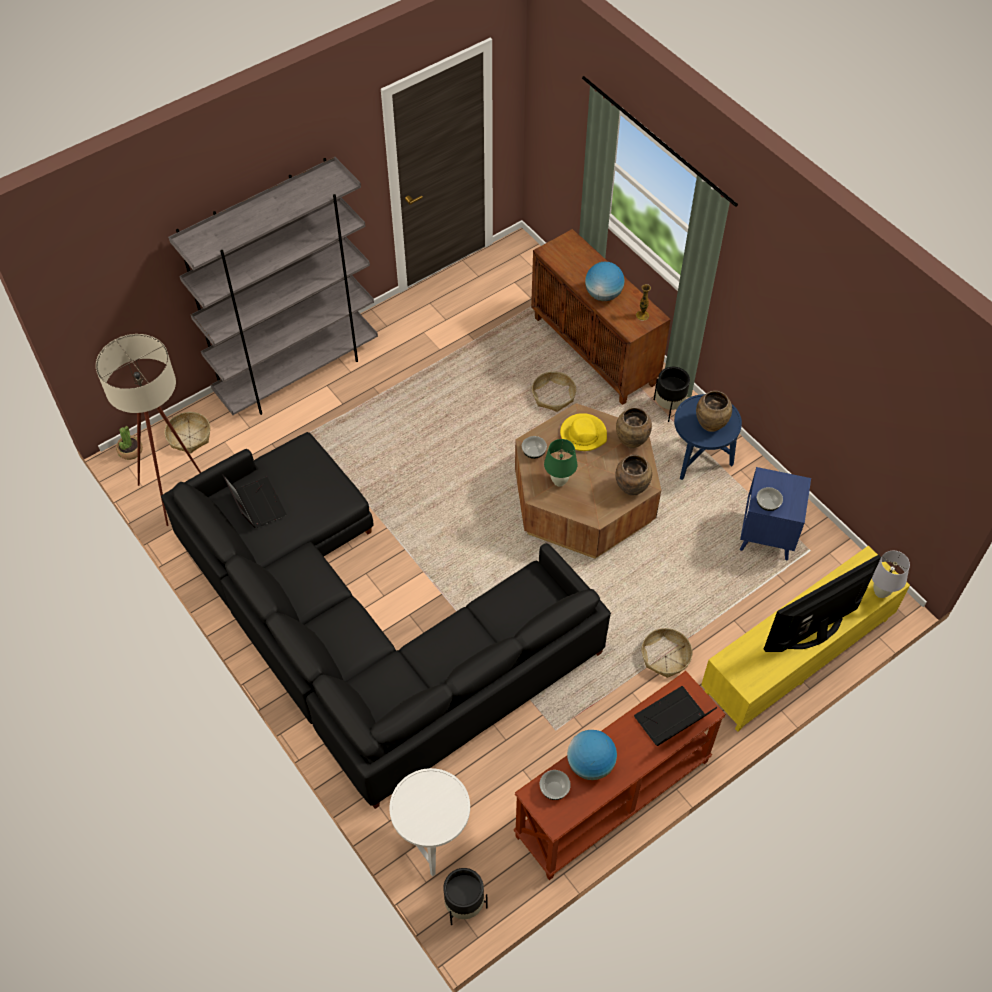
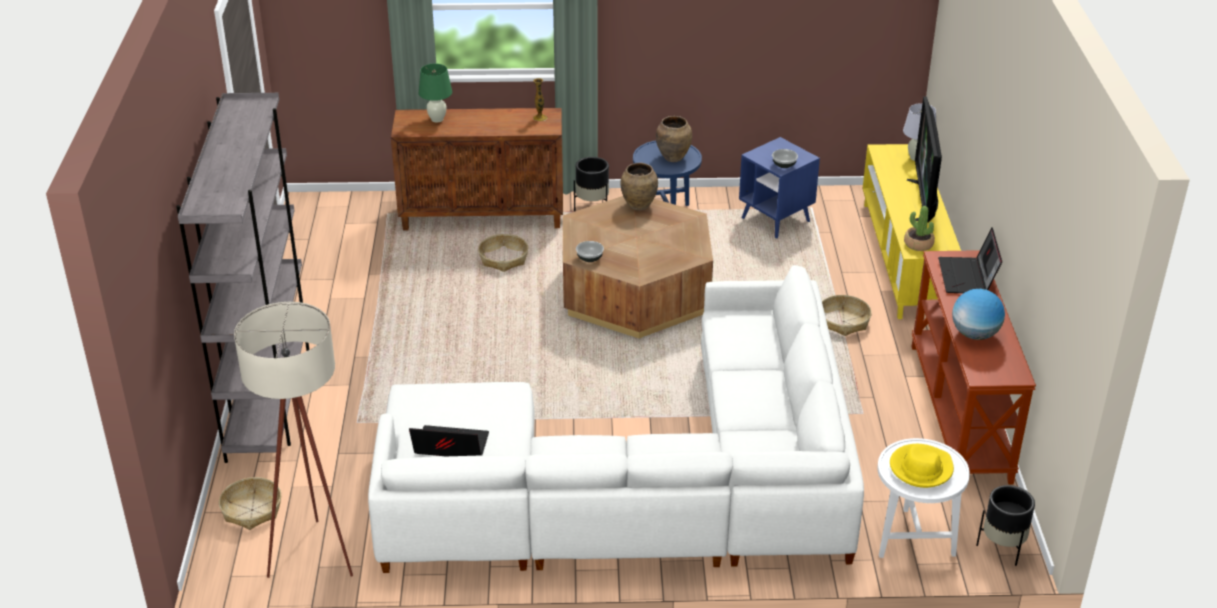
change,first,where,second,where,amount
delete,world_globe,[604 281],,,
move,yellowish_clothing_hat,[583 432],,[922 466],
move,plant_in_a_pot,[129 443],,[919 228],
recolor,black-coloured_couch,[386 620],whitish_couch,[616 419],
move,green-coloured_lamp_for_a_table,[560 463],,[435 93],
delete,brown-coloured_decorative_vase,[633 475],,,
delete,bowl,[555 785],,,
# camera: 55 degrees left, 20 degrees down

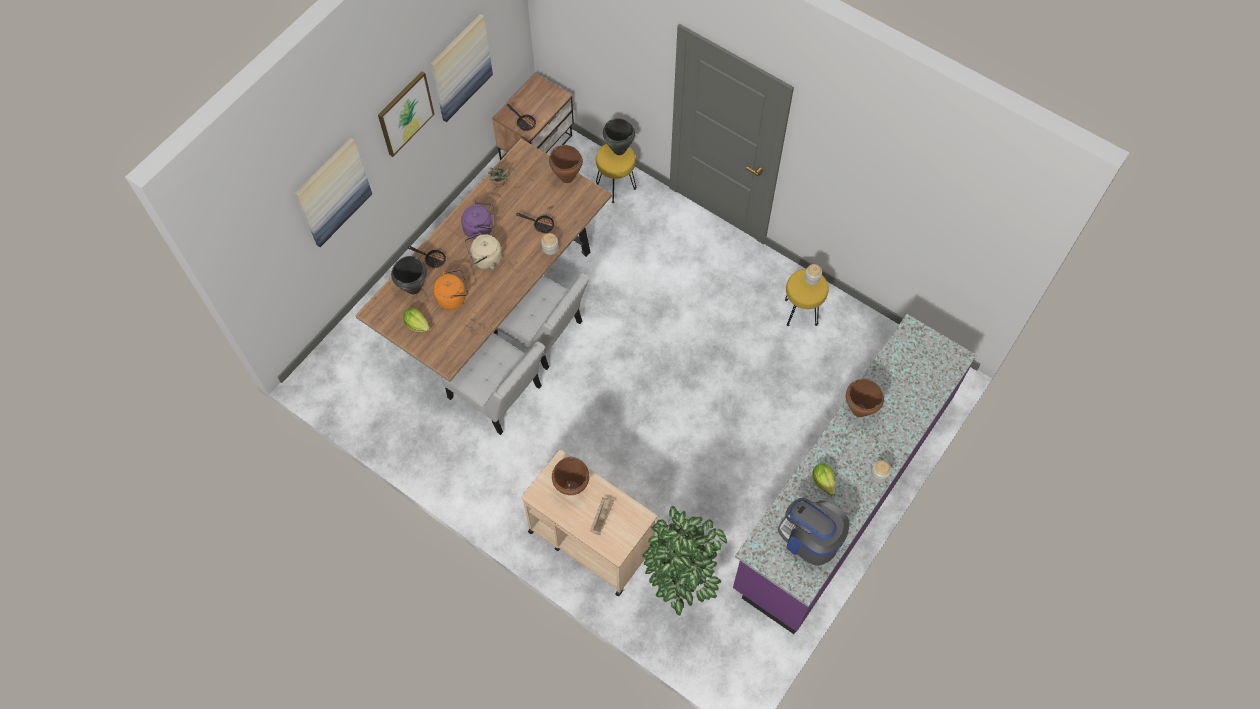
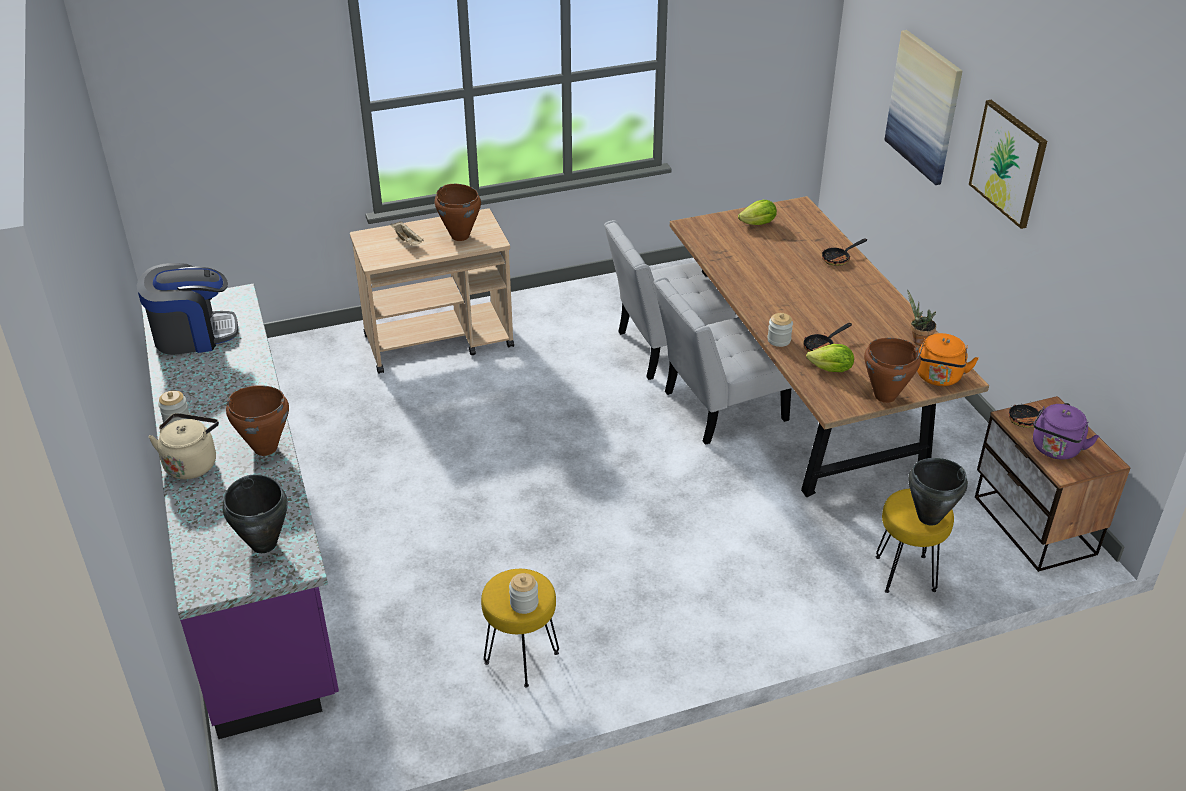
change,first,where,second,where,amount
delete,wall_picture,[462 68],,,
move,purple_water_kettle,[477 219],,[1066 432],
move,beige_water_kettle,[483 251],,[183 446],
move,black-coloured_cooking_pot,[408 275],,[255 513],
move,orange_water_kettle,[450 289],,[948 359],
move,head_of_lettuce,[824 479],,[830 358],
delete,plant_in_a_pot,[684 561],,,
# camera: 125 degrees right, 25 degrees down

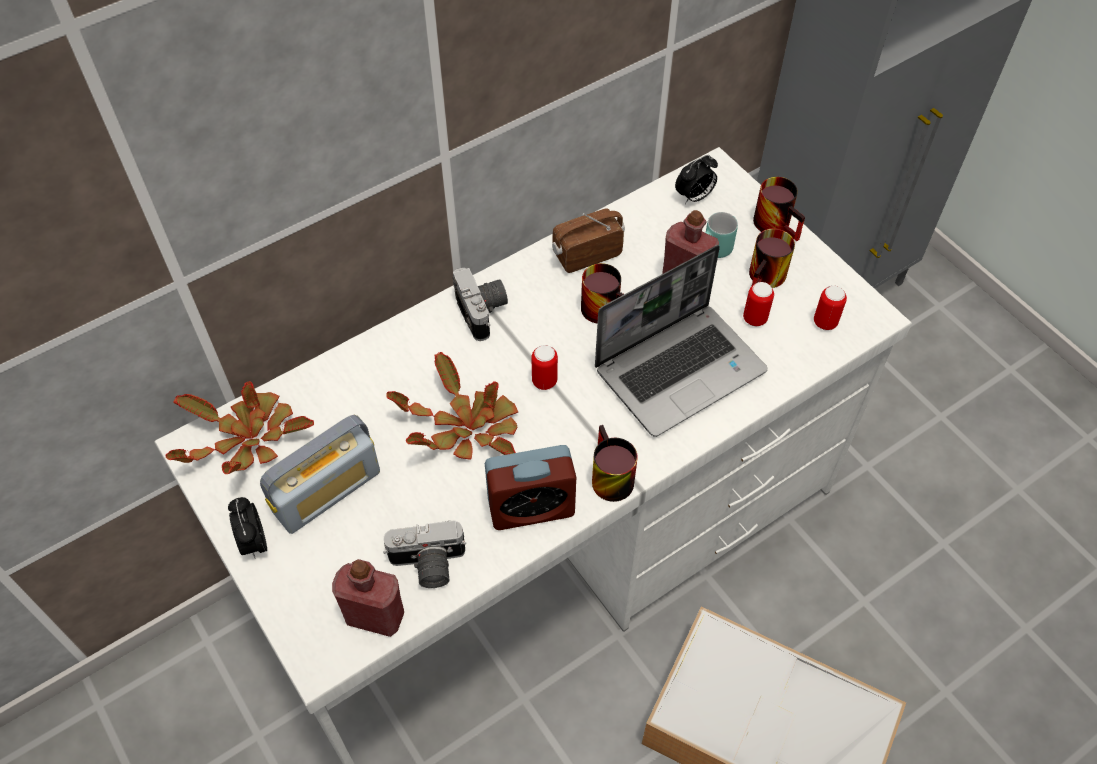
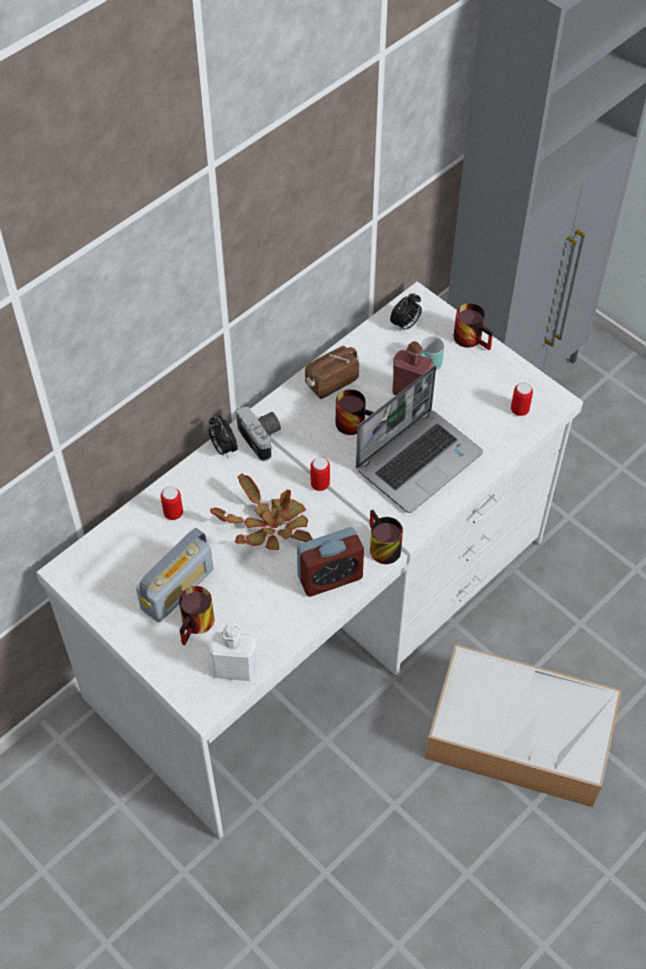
change,first,where,second,where,amount
move,coffee_mug,[772 258],,[196 615],
move,can,[758 304],,[172 503],
delete,plant_in_a_pot,[239 427],,,
move,bedside_clock,[247 528],,[223 437],
delete,photo_camera,[424 554],,,
recolor,red_bottle,[368 598],whitish_bottle,[232 653],
# camera: 10 degrees left, 0 degrees up

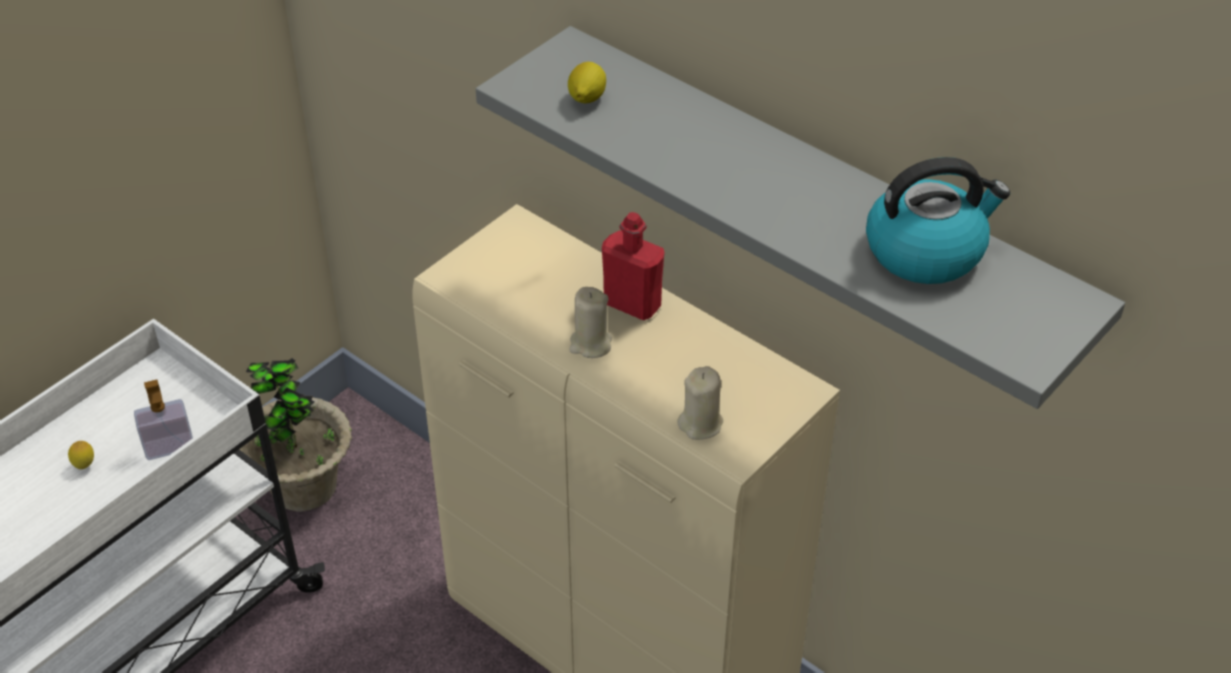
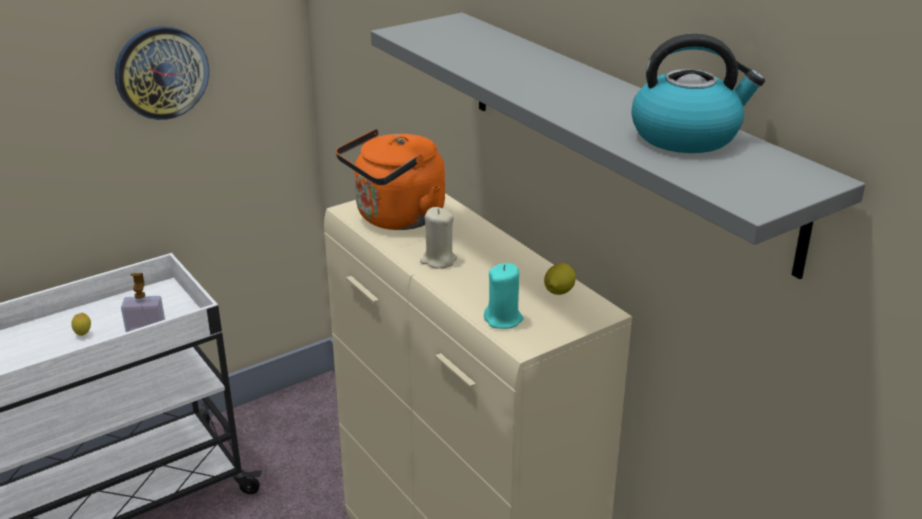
change,first,where,second,where,amount
move,lemon,[587 82],,[560 279],
delete,red_bottle,[633 266],,,
delete,plant_in_a_pot,[295 435],,,
recolor,beige_candle,[700 403],blue-green_candle,[503 296],
insert,,,wall_clock,[162 73],
insert,,,orange_water_kettle,[390 179],
# camera: 15 degrees right, 15 degrees down

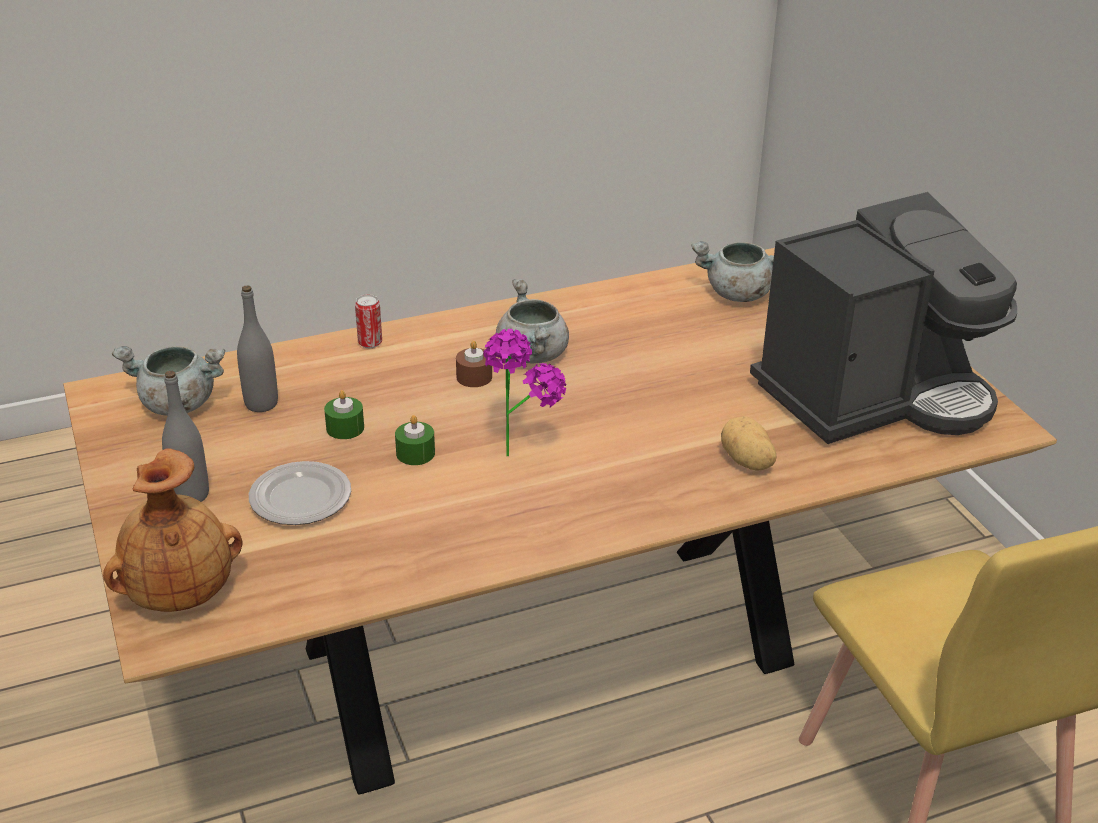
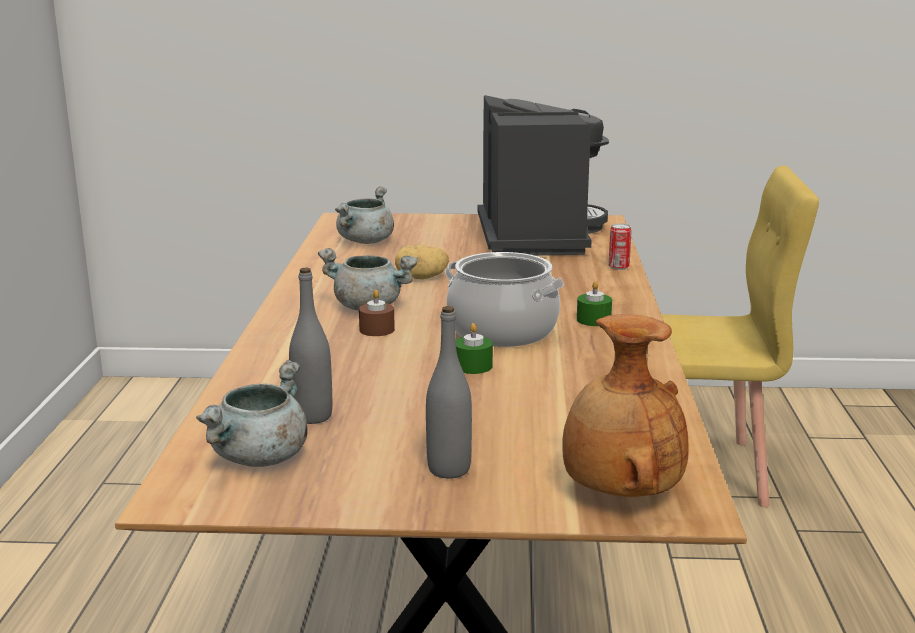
change,first,where,second,where,amount
move,can,[368 321],,[620 246],
replace,plant_in_a_pot,[524 393],cooking_pot,[504 299],
move,green-coloured_candle,[344 414],,[594 303],
move,whole_potato,[748 443],,[422 262],
delete,flat_dish,[300 493],,,
# camera: 65 degrees left, 15 degrees down

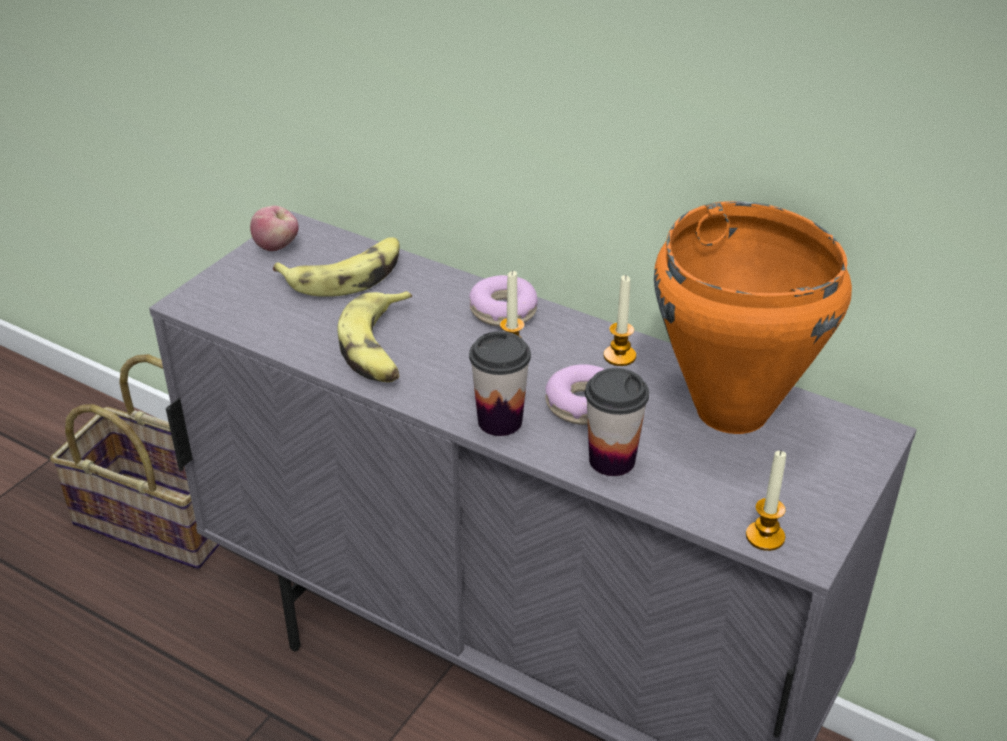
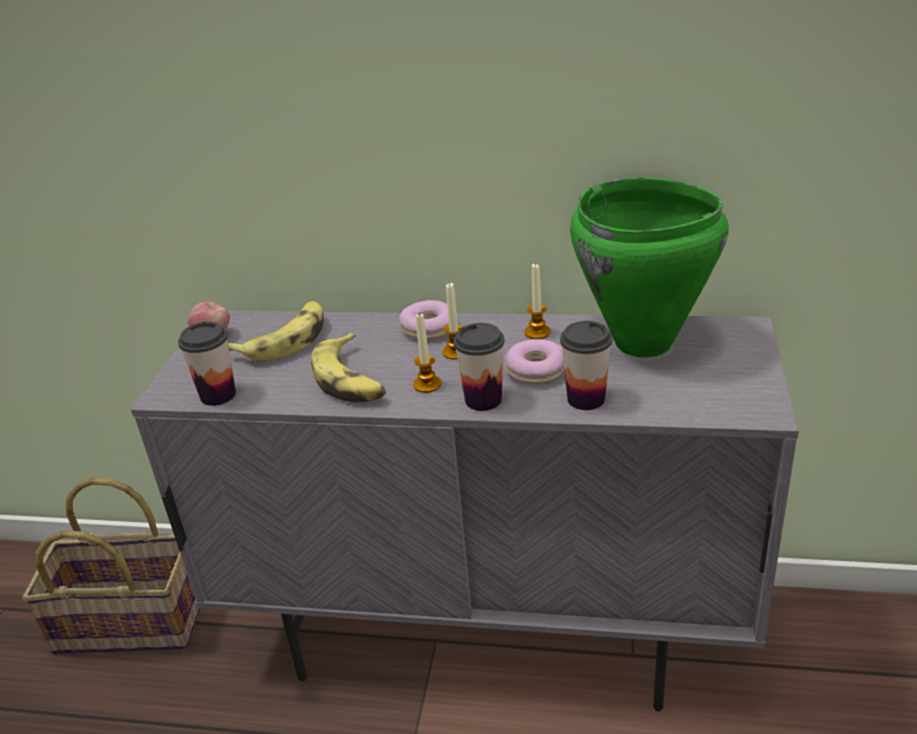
change,first,where,second,where,amount
recolor,orange_cooking_pot,[753 317],green-coloured_cooking_pot,[649 267],
move,candle,[766 501],,[427 353],
insert,,,small_cup,[207 364],
# camera: 20 degrees left, 5 degrees down

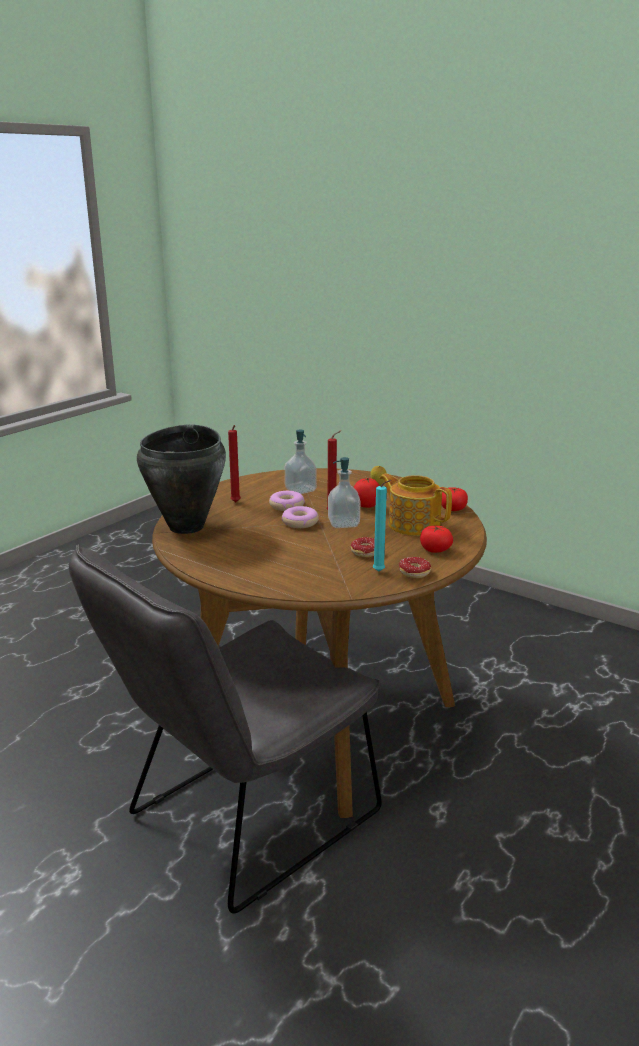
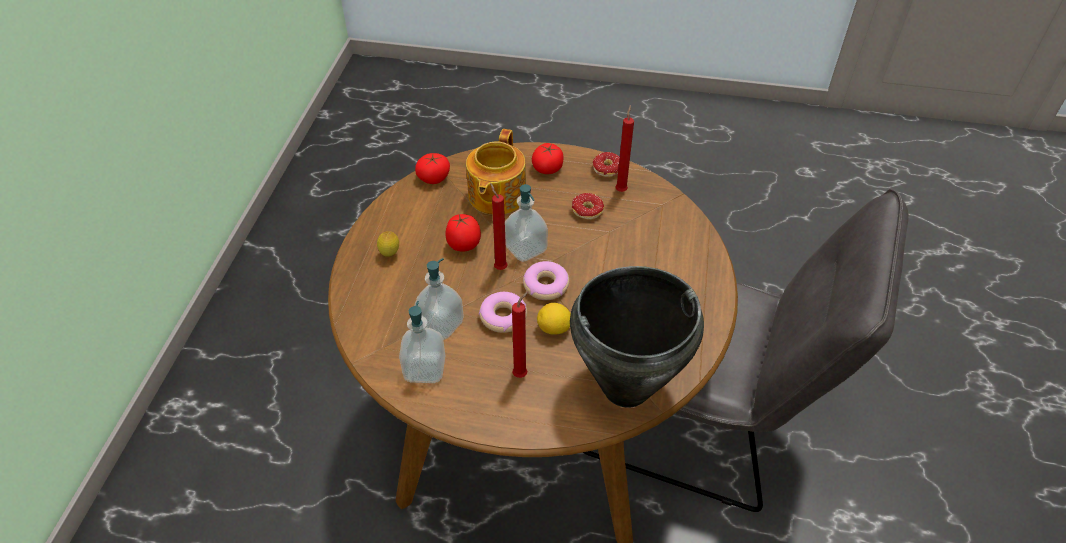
change,first,where,second,where,amount
recolor,blue-green_candle,[382 526],red_candle,[624 148],
insert,,,soap_dispenser,[422 342],
insert,,,lemon,[554 319],
# camera: 115 degrees left, 25 degrees up

